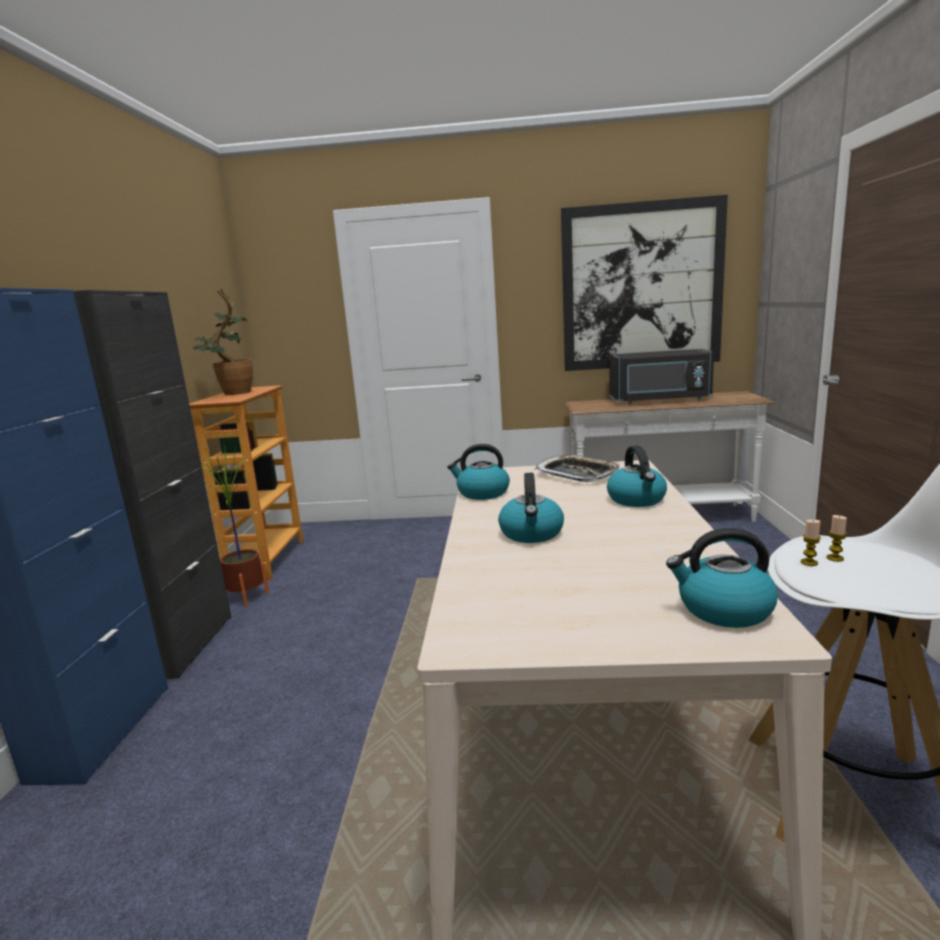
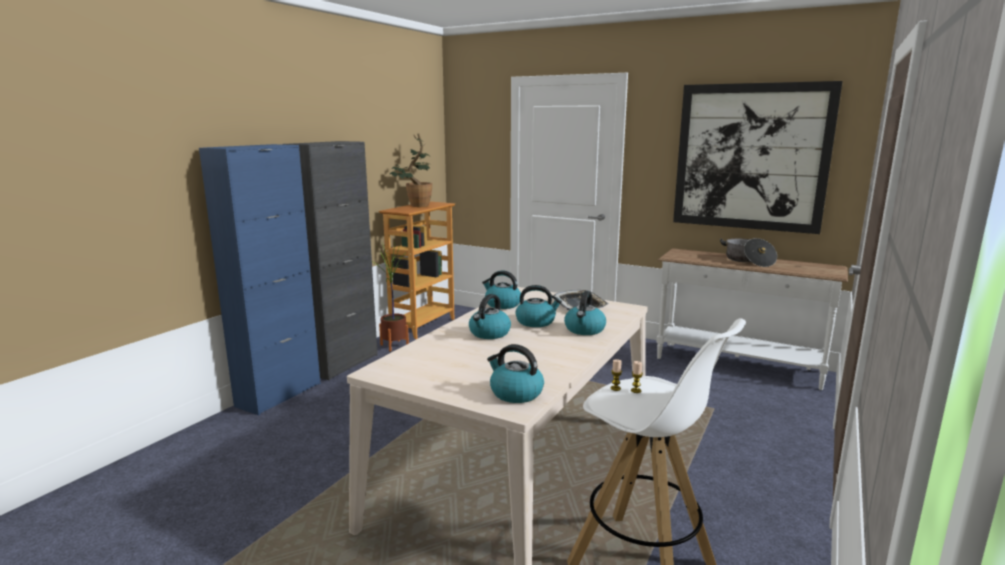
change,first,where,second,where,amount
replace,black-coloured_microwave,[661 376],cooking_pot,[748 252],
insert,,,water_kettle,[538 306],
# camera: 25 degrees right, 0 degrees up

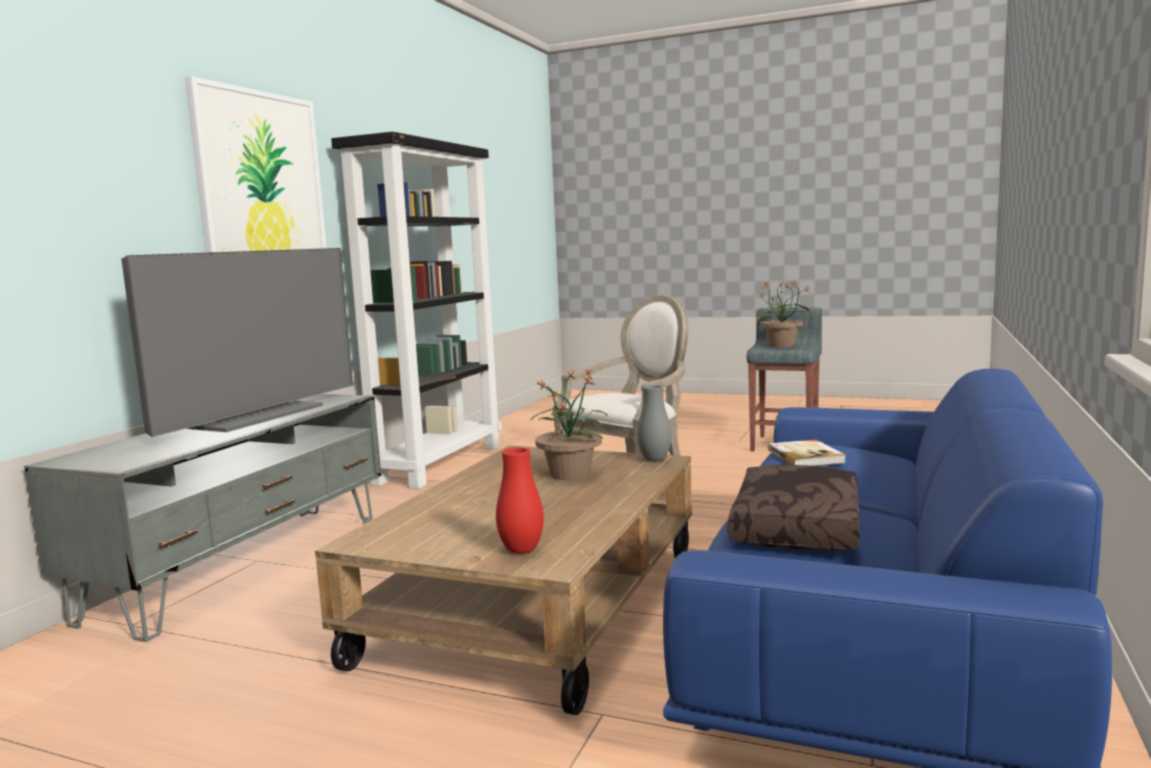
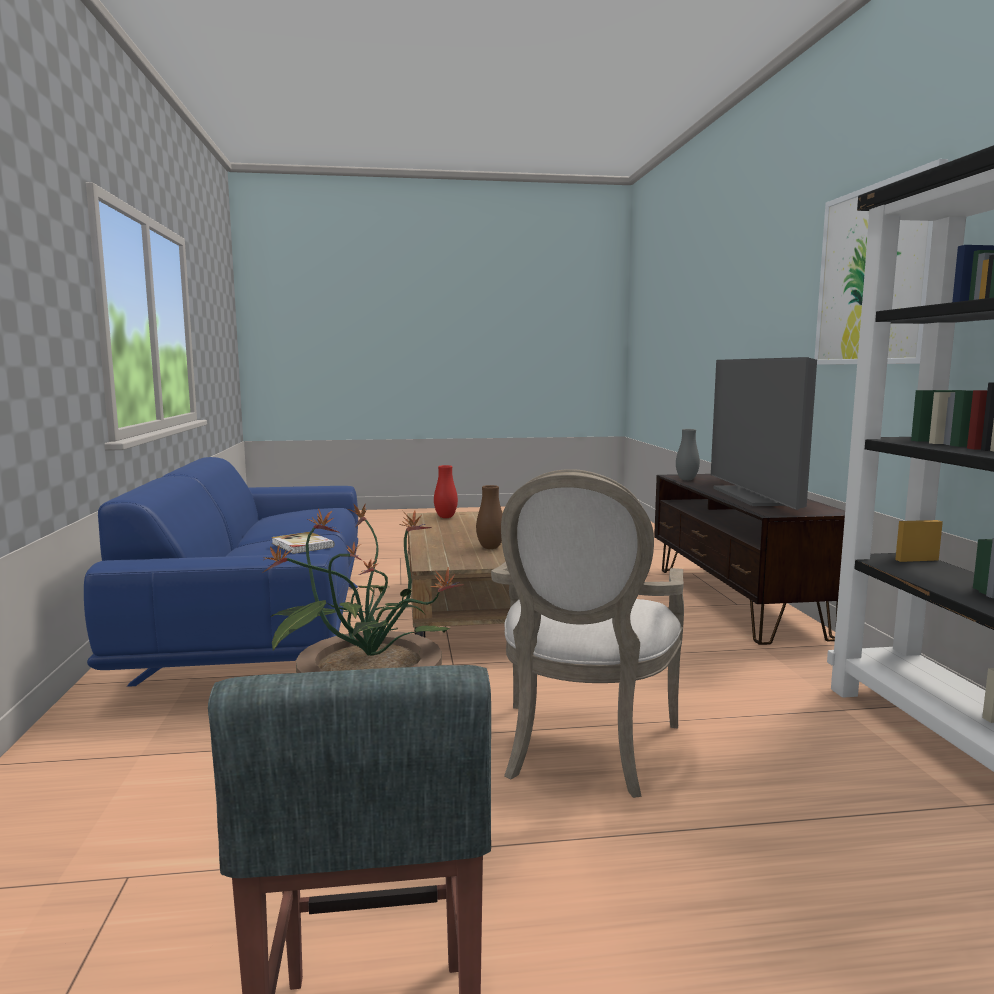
change,first,where,second,where,amount
replace,plant_in_a_pot,[568 424],brown-coloured_decorative_vase,[489 517],
move,gray_decorative_vase,[654 423],,[688 454],
recolor,gray_media_console,[202 518],brown-coloured_media_console,[749 559],
delete,brown-coloured_throw_pillow,[794 508],,,
# camera: 150 degrees right, 0 degrees up

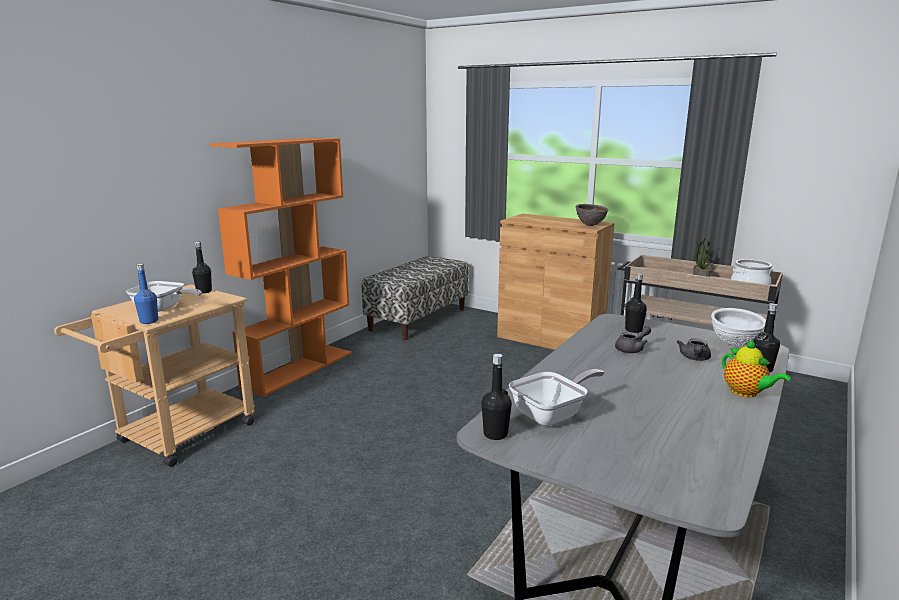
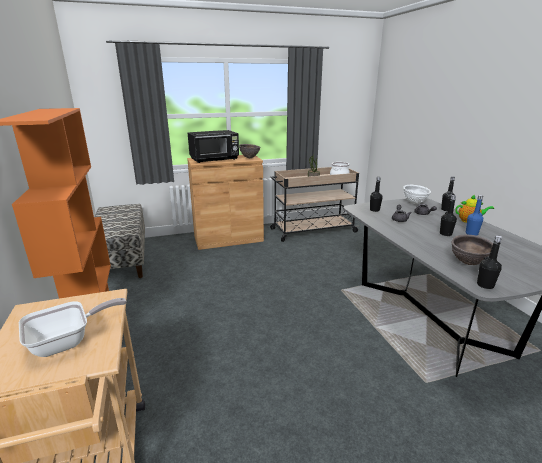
change,first,where,second,where,amount
move,black-coloured_bottle,[202 268],,[448 215],
move,blue_bottle,[146 294],,[474 215],
replace,skillet,[556 397],brown-coloured_bowl,[472 249],
insert,,,black-coloured_microwave,[213 146],
# camera: 50 degrees left, 5 degrees up

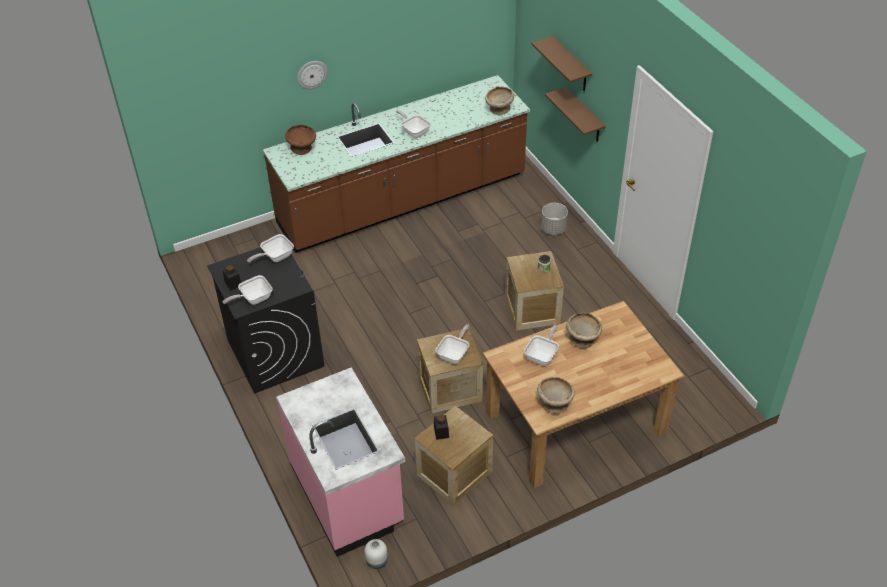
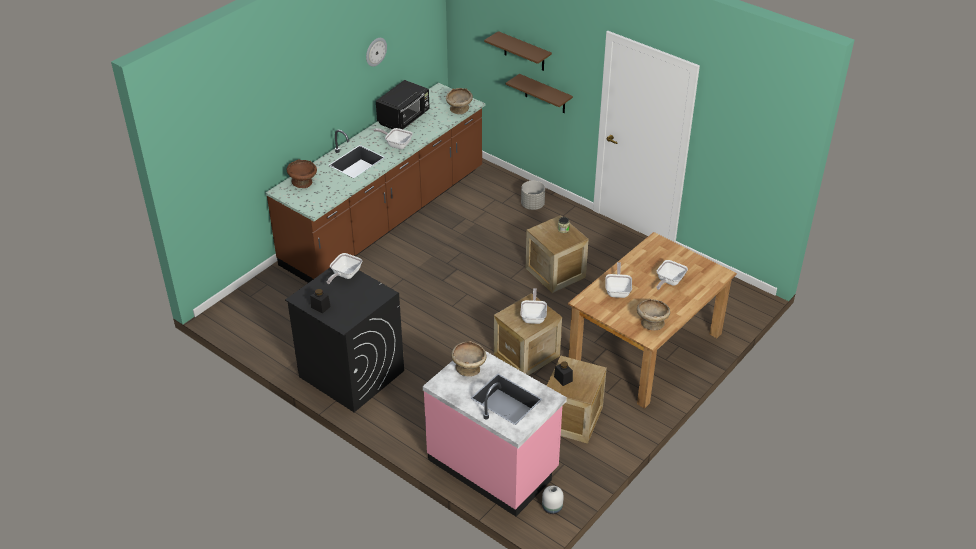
change,first,where,second,where,amount
move,wall_clock,[312 75],,[376 52],
move,skillet,[248 290],,[672 275],
move,beige_bowl,[584 330],,[469 359],
insert,,,black-coloured_microwave,[403 104],
# camera: 25 degrees left, 5 degrees down

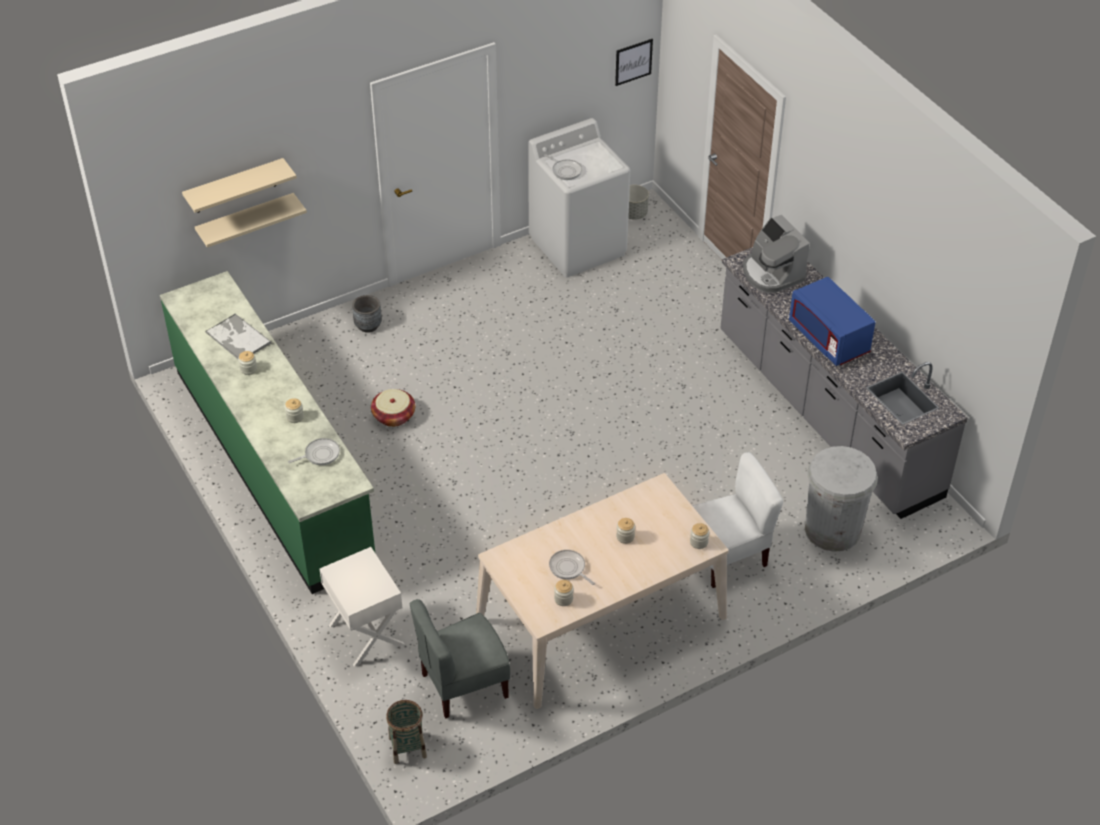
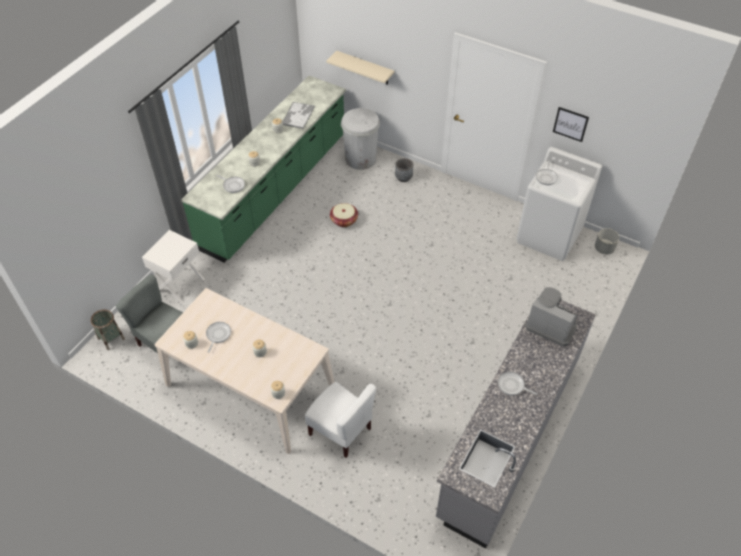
change,first,where,second,where,amount
move,wall_picture,[634 62],,[571 124],
delete,beige_bracket_shelf,[239 185],,,
rotate,coffee_brewer,[776 254],,[551 317],90 degrees clockwise
replace,blue_microwave,[832 321],skillet,[518 383],
move,whitish_rubbish_bin,[841 499],,[360 139],
# camera: 60 degrees right, 5 degrees up

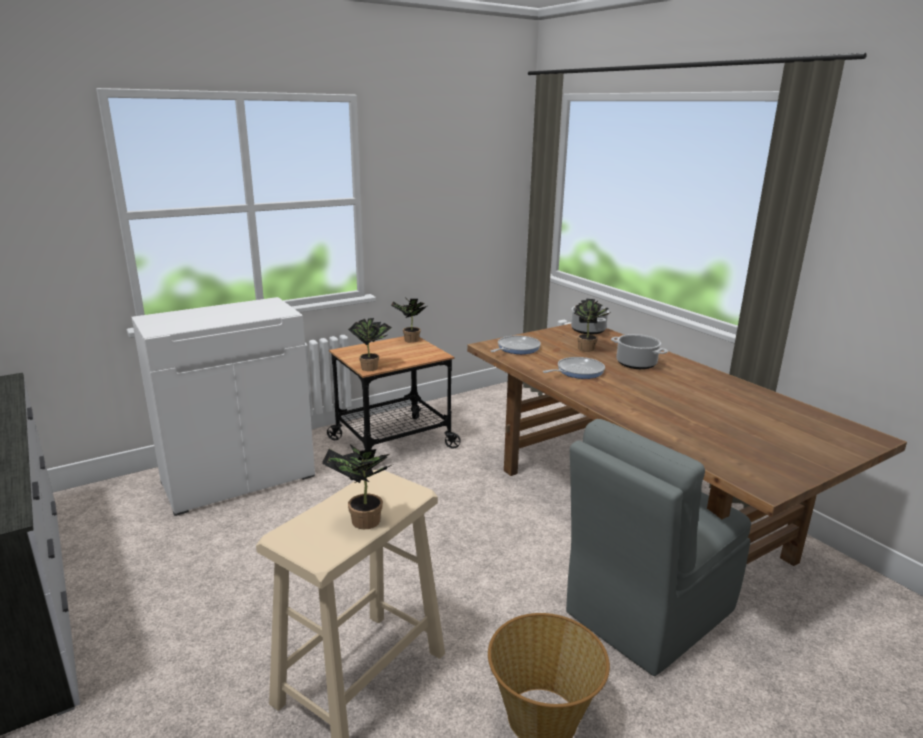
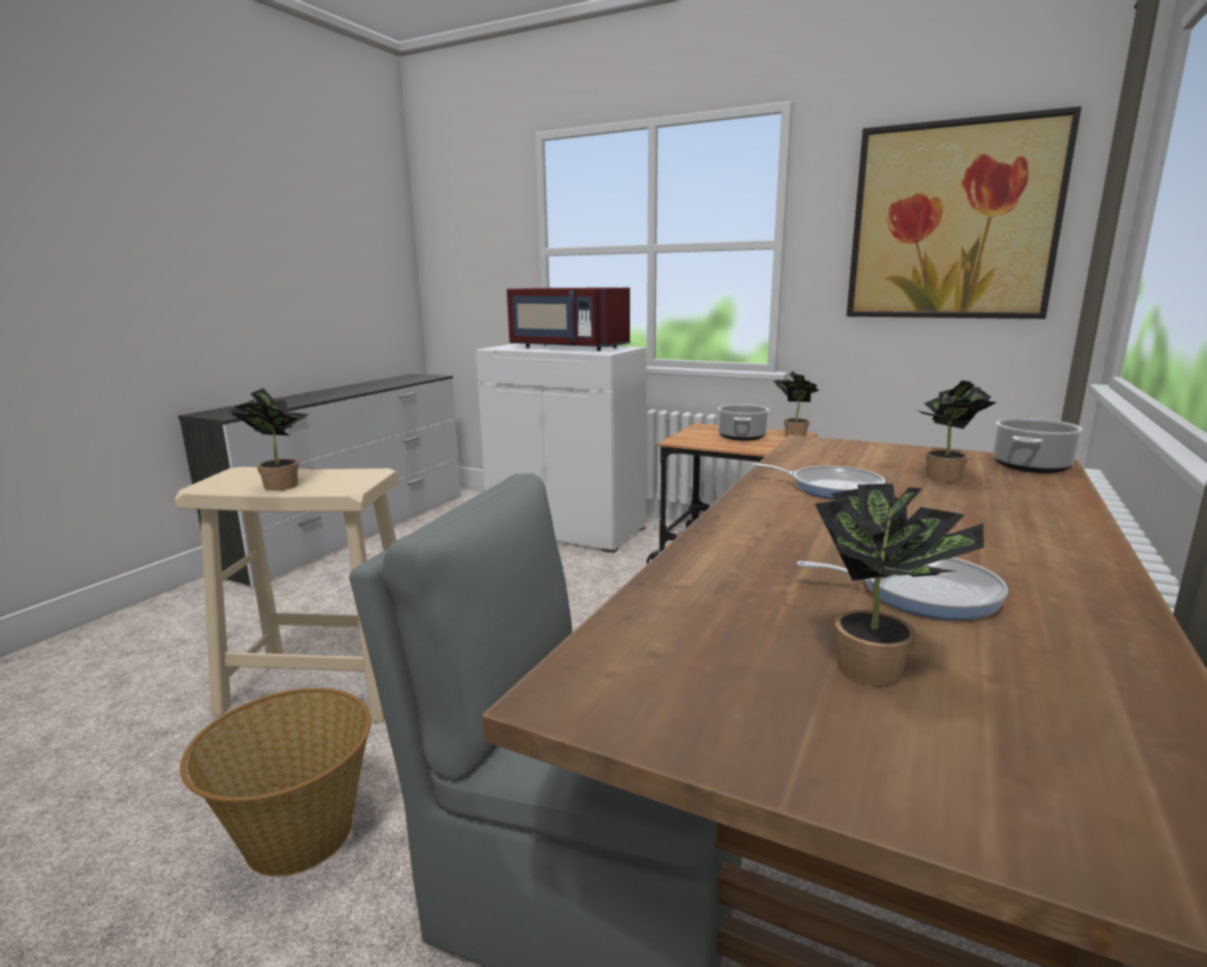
change,first,where,second,where,amount
move,plant_in_a_pot,[370 344],,[899 585],
move,cooking_pot,[639 351],,[743 422],
move,skillet,[515 344],,[902 589],
insert,,,wall_picture,[964 212],
insert,,,red_microwave,[568 319],
# camera: 60 degrees right, 5 degrees down

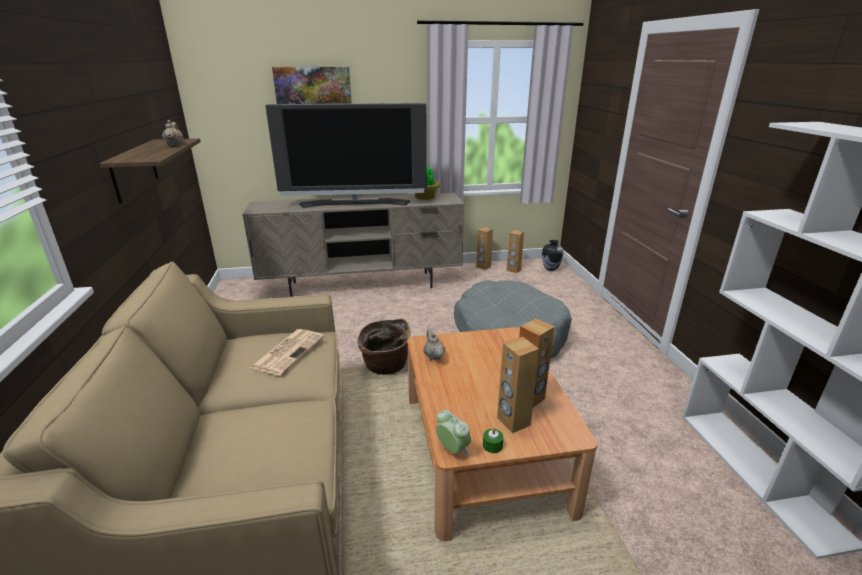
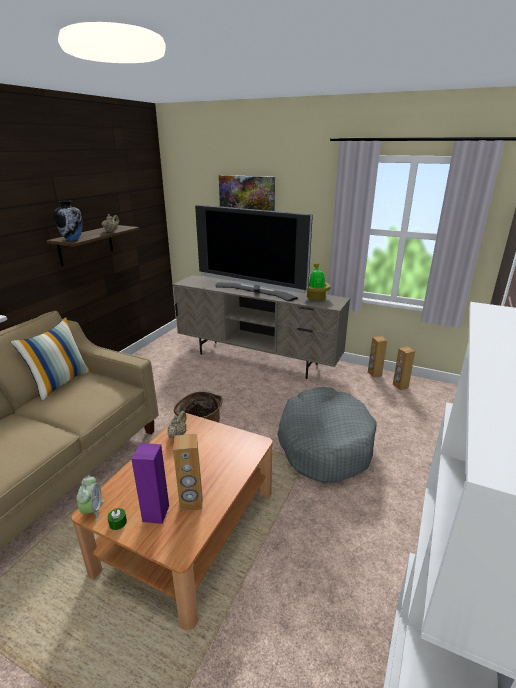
change,first,where,second,where,amount
move,decorative_vase,[553 255],,[68 221],
delete,printed_paper,[287 352],,,
recolor,brown-coloured_loudspeaker,[518 384],purple_loudspeaker,[150 483],
insert,,,throw_pillow,[51 359],
# camera: 35 degrees right, 0 degrees up

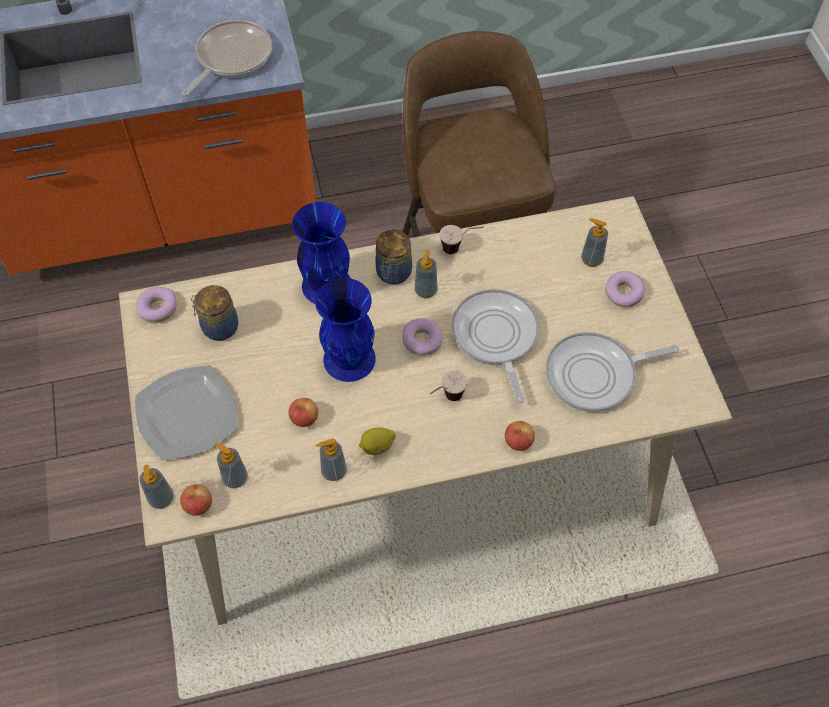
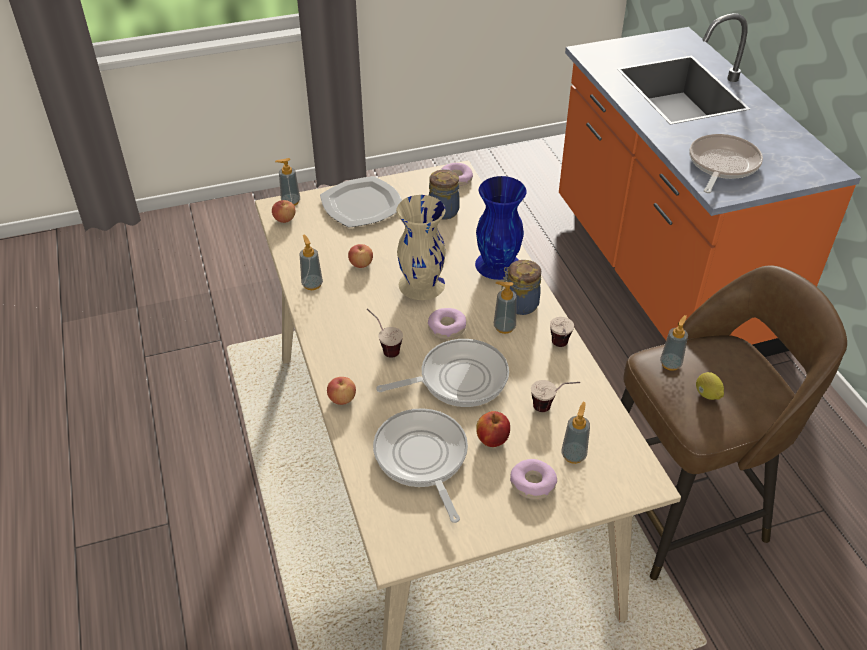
change,first,where,second,where,amount
rotate,skillet,[226 58],,[726 163],90 degrees counterclockwise
recolor,blue_decorative_vase,[345 330],beige_decorative_vase,[421 247],
move,lemon,[377 441],,[710 386],
move,soap_dispenser,[231 464],,[674 343],
insert,,,small_cup,[555 396],
insert,,,apple,[493 429],
# camera: 85 degrees right, 15 degrees down

